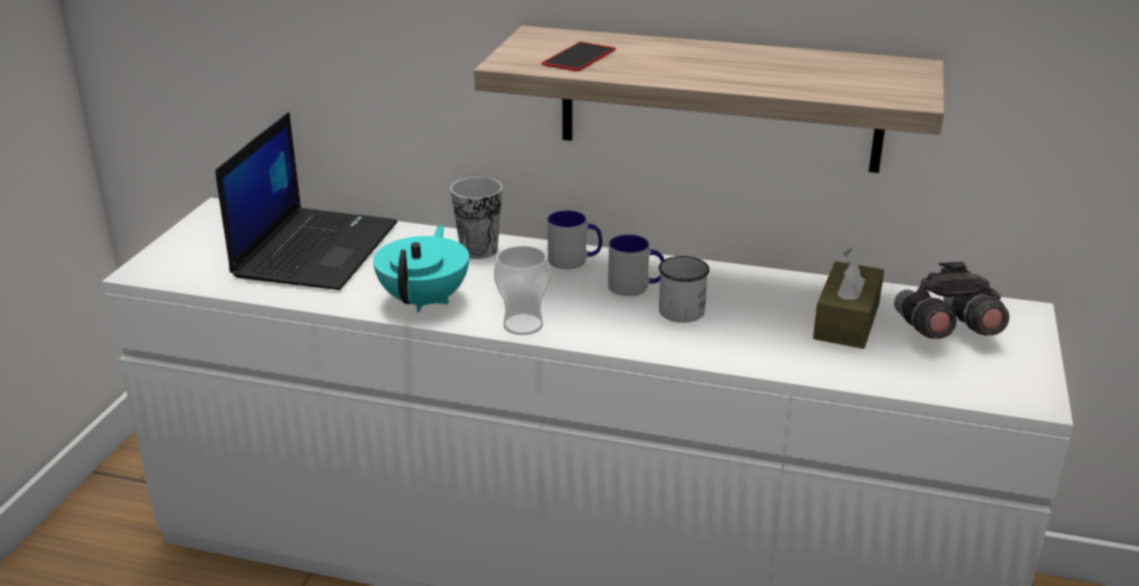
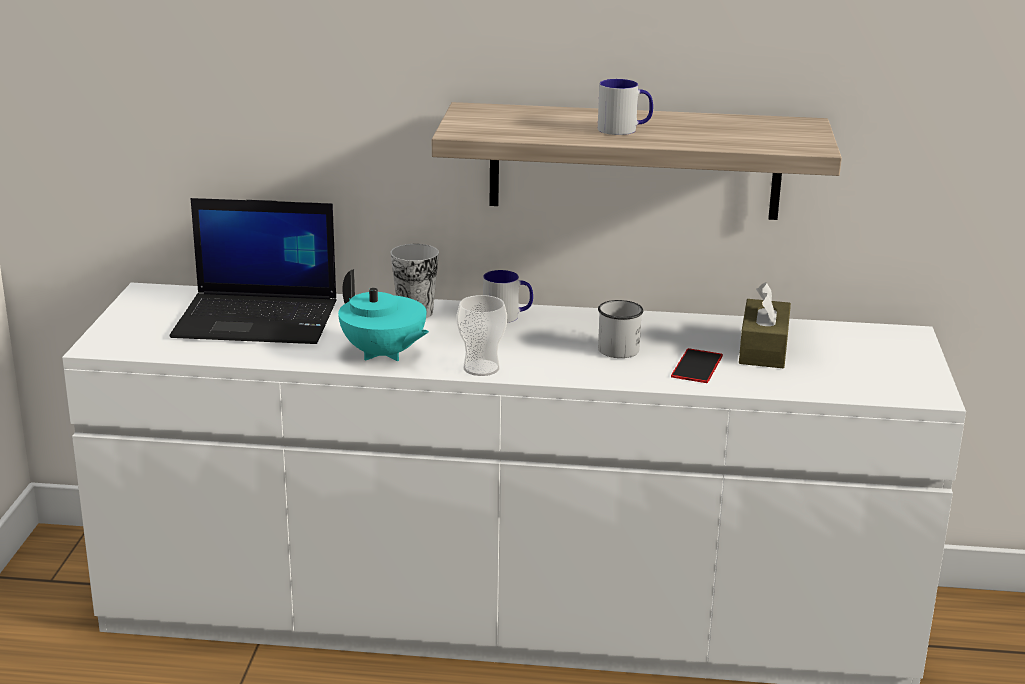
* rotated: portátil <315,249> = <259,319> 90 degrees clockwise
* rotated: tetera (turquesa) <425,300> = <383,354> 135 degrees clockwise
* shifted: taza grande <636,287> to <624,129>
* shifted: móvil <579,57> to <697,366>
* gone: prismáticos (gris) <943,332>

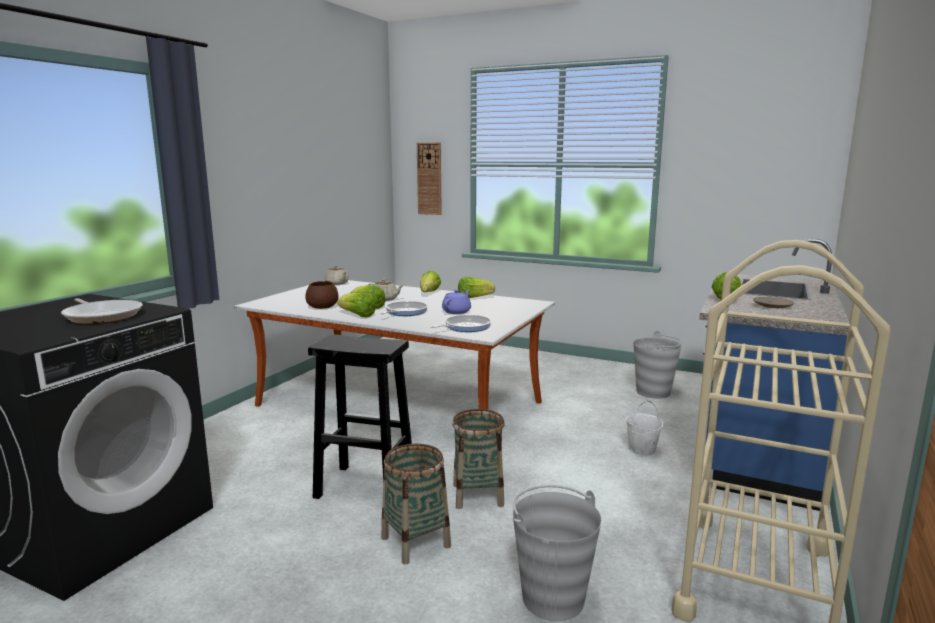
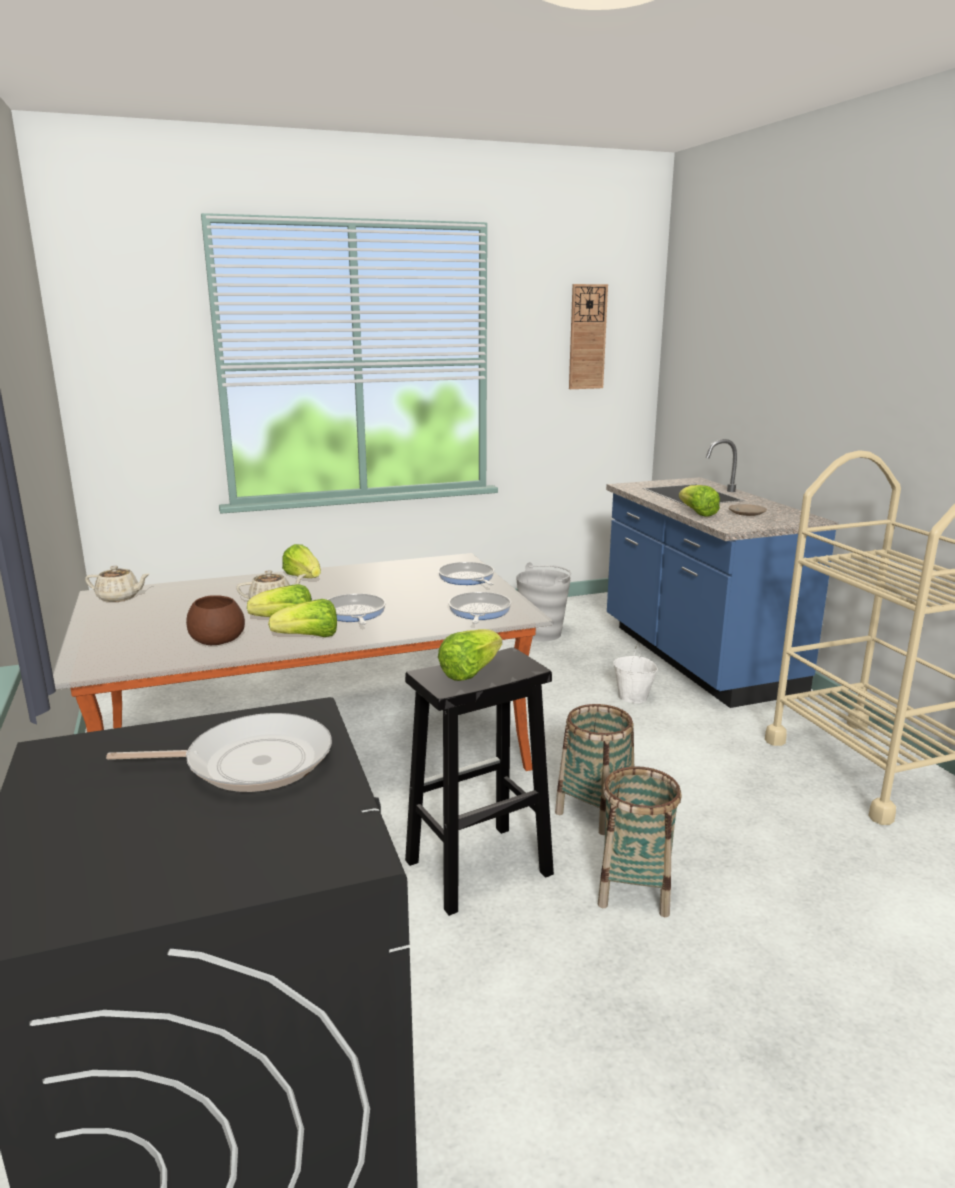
* new: sartén <467,578>
* shifted: lechuga <473,298> to <470,672>
* shifted: reloj de pared <429,179> to <587,337>
* gone: tetera (morado) <457,312>
* gone: cubo (gris) <553,598>

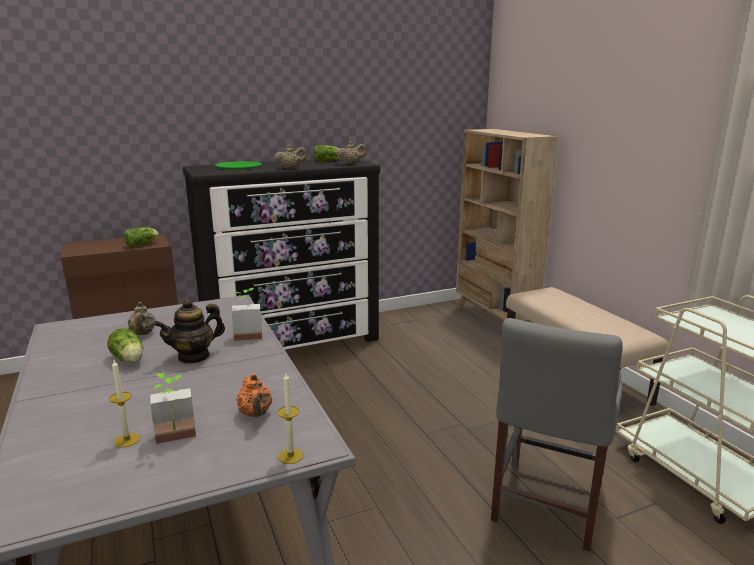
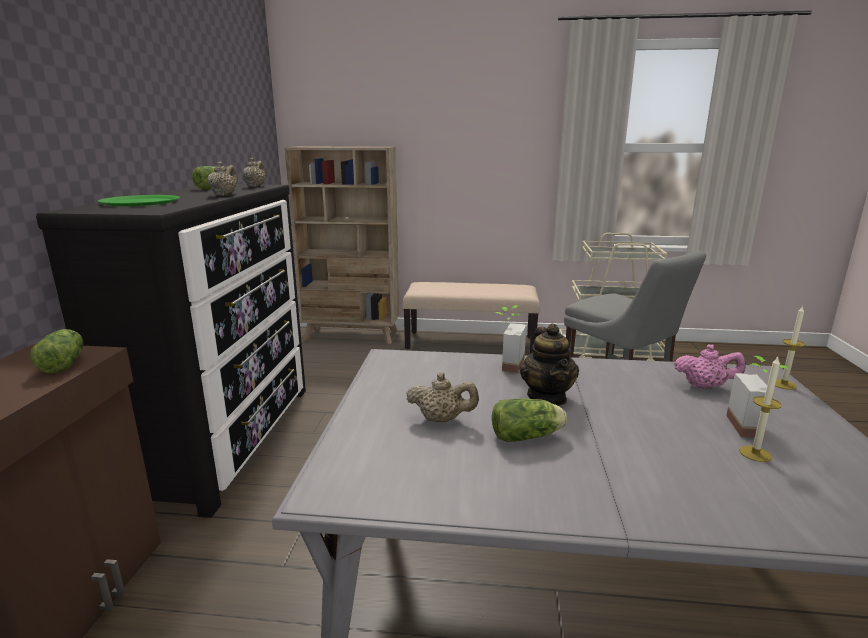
* repainted: tetera (naranja) <255,414> to tetera (rosa) <705,386>

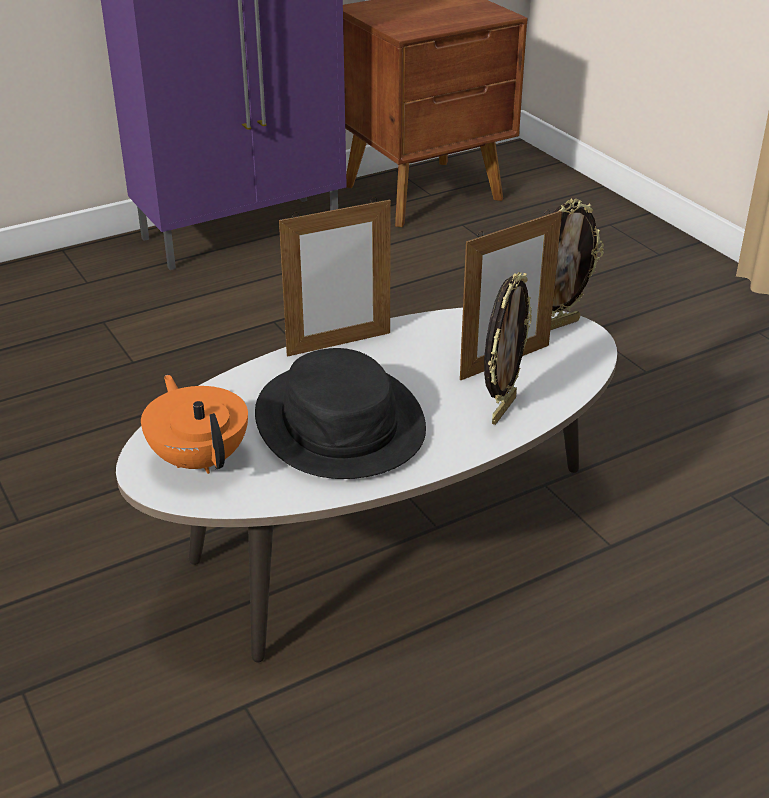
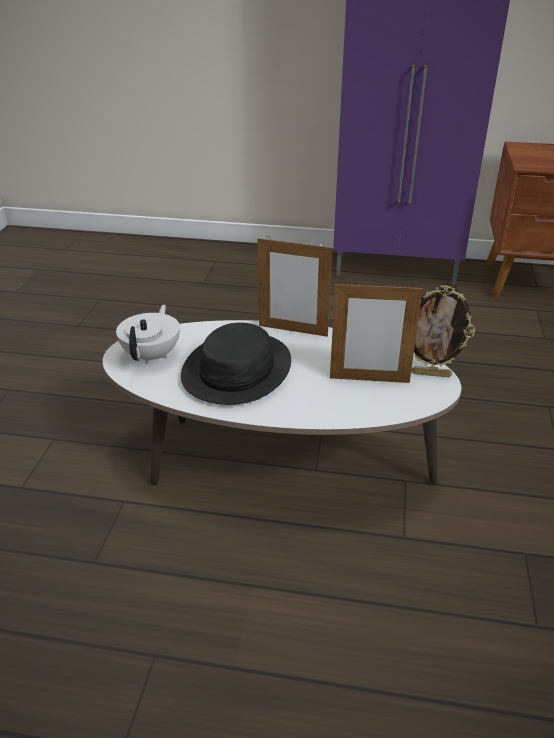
* repainted: tetera (naranja) <200,458> to tetera (blanco) <152,355>
* gone: portarretratos <502,409>

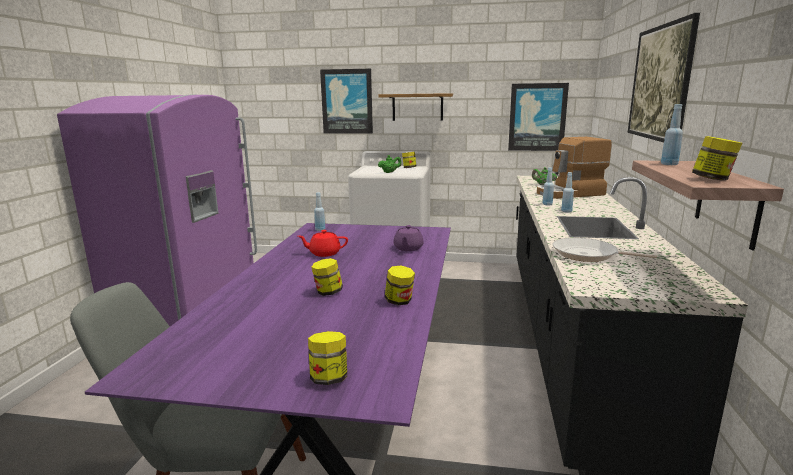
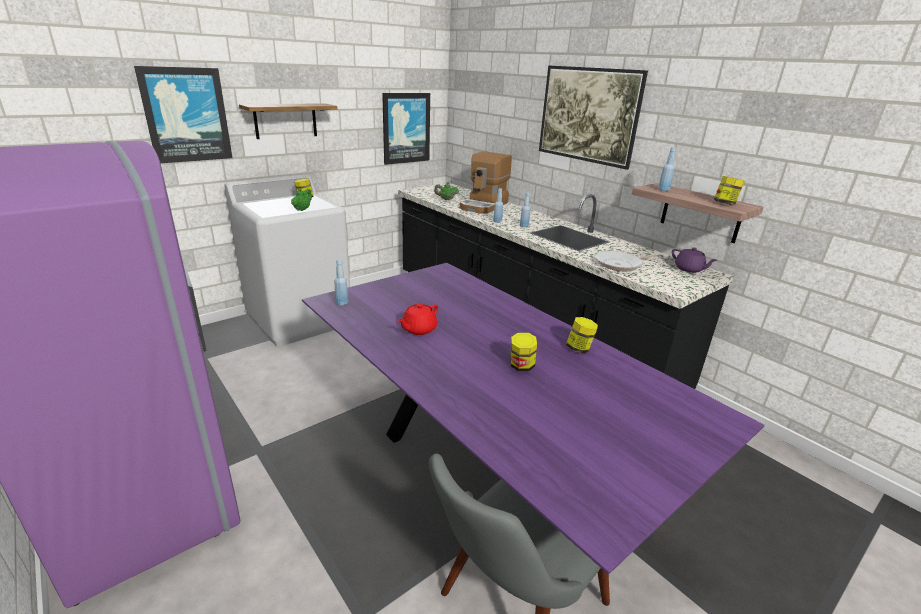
* shifted: tetera (morado) <408,248> to <689,269>
* gone: tarro <329,378>

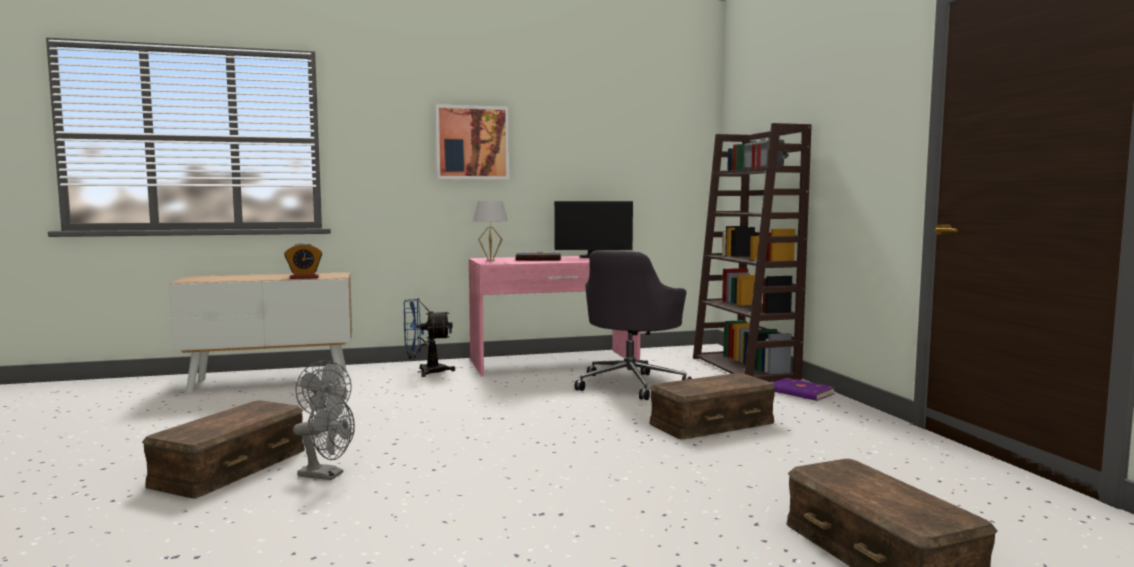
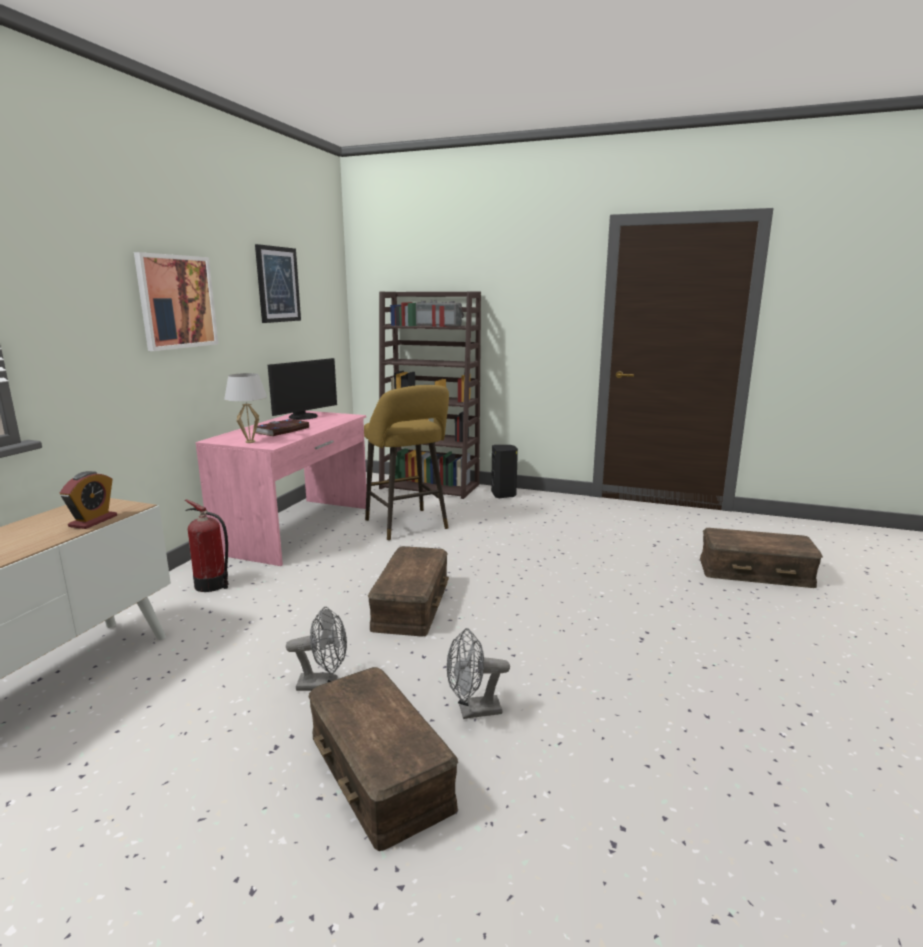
* swapped: ventilador (azul) <425,372> to extintor <213,585>
* new: cuadro <277,284>
* swapped: silla de oficina (gris) <631,384> to taburete (amarillo) <408,526>
* shifted: caja de almacenaje (marrón) <711,422> to <410,604>
* rotated: ventilador (gris) <327,475> = <473,711> 150 degrees counterclockwise
* swapped: libro (morado) <800,392> to altavoz (negro) <504,494>

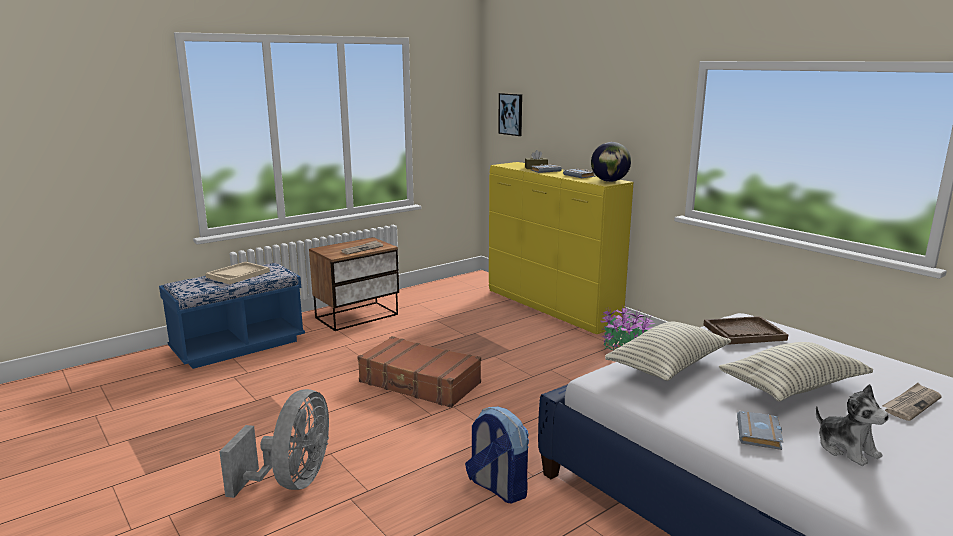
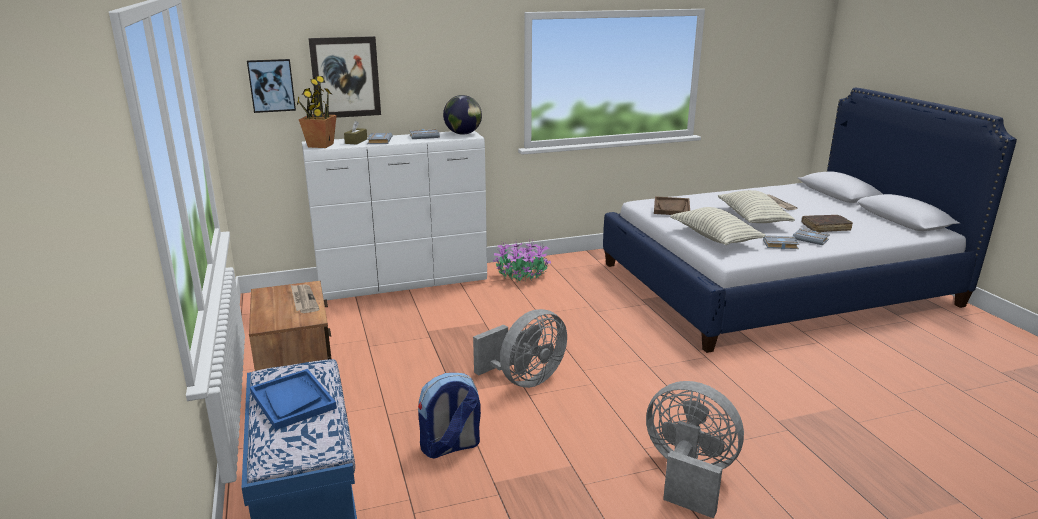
* repainted: bandeja (beis) <238,274> to bandeja (azul) <292,400>
* new: planta en maceta <320,145>
* repainted: cómoda (amarillo) <551,308> to cómoda (blanco) <405,284>
* new: cuadro <345,77>
* shifted: mochila <497,487> to <450,447>
* swapped: maleta (marrón) <419,383> to ventilador (gris) <524,380>
* new: libro (gris) <779,245>
* swapped: peluche <846,449> to libro (marrón) <825,227>

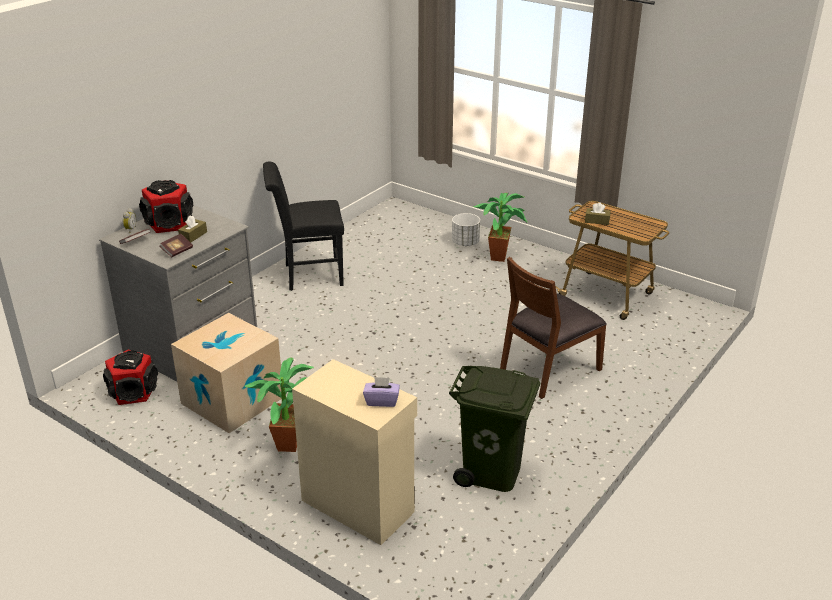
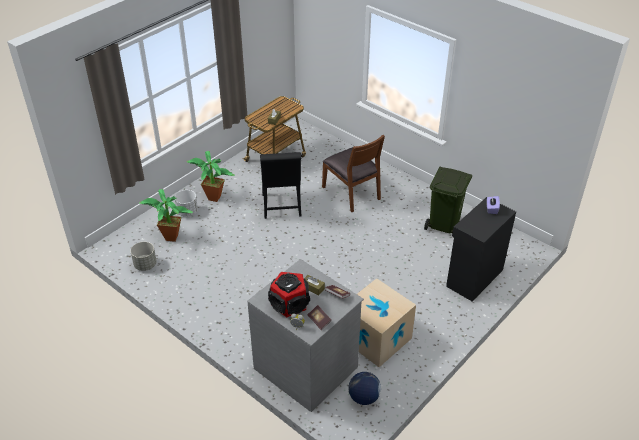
* new: maceta (gris) <145,265>
* shifted: planta en maceta <291,442> to <169,236>
* shifted: silla (negro) <308,275> to <282,208>
* swapped: altavoz <133,392> to globo terráqueo <364,398>
* repainted: armario (beis) <358,504> to armario (negro) <473,278>

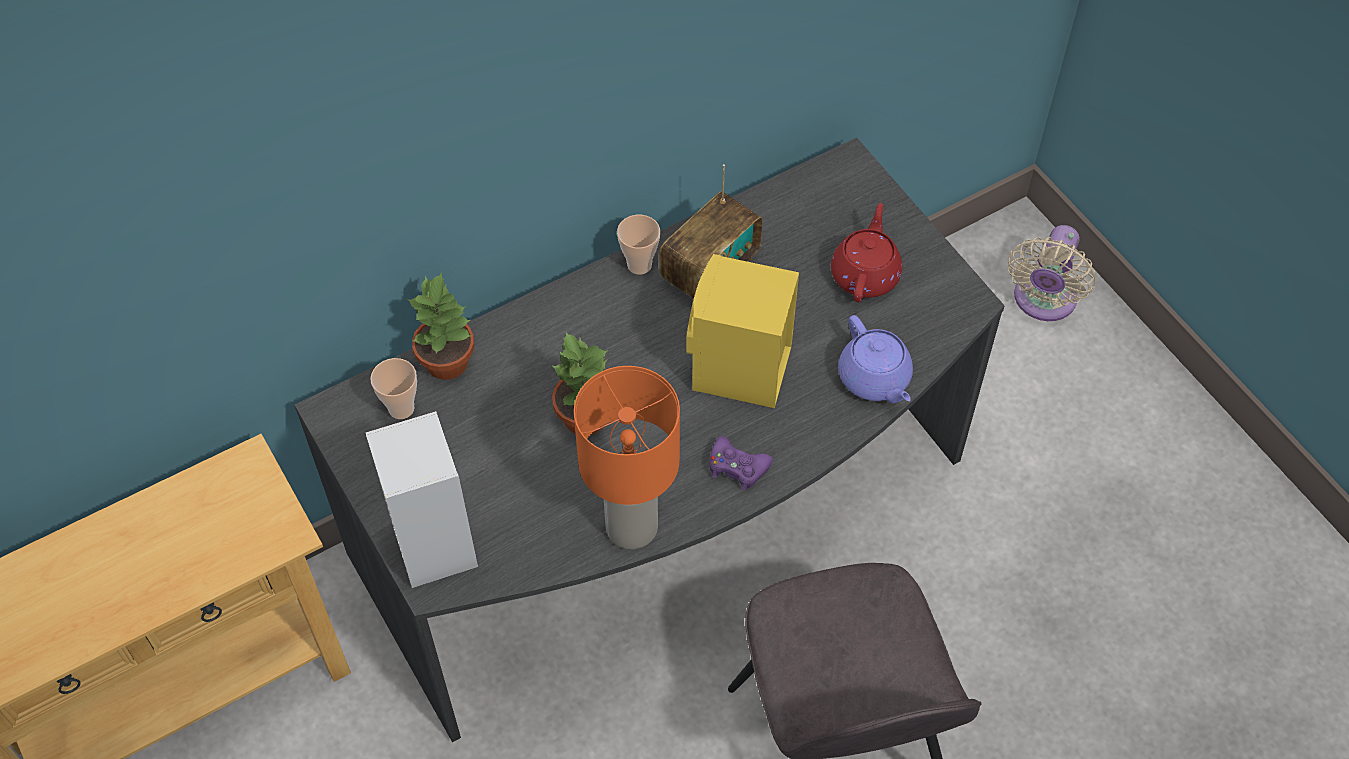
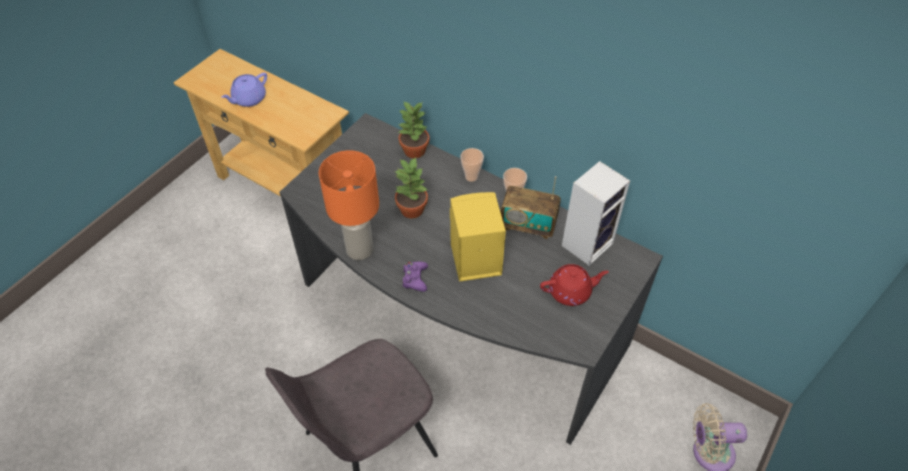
* shifted: tetera (morado) <875,379> to <248,99>
* shifted: taza <401,408> to <471,176>
* shifted: altavoz <432,543> to <587,243>

